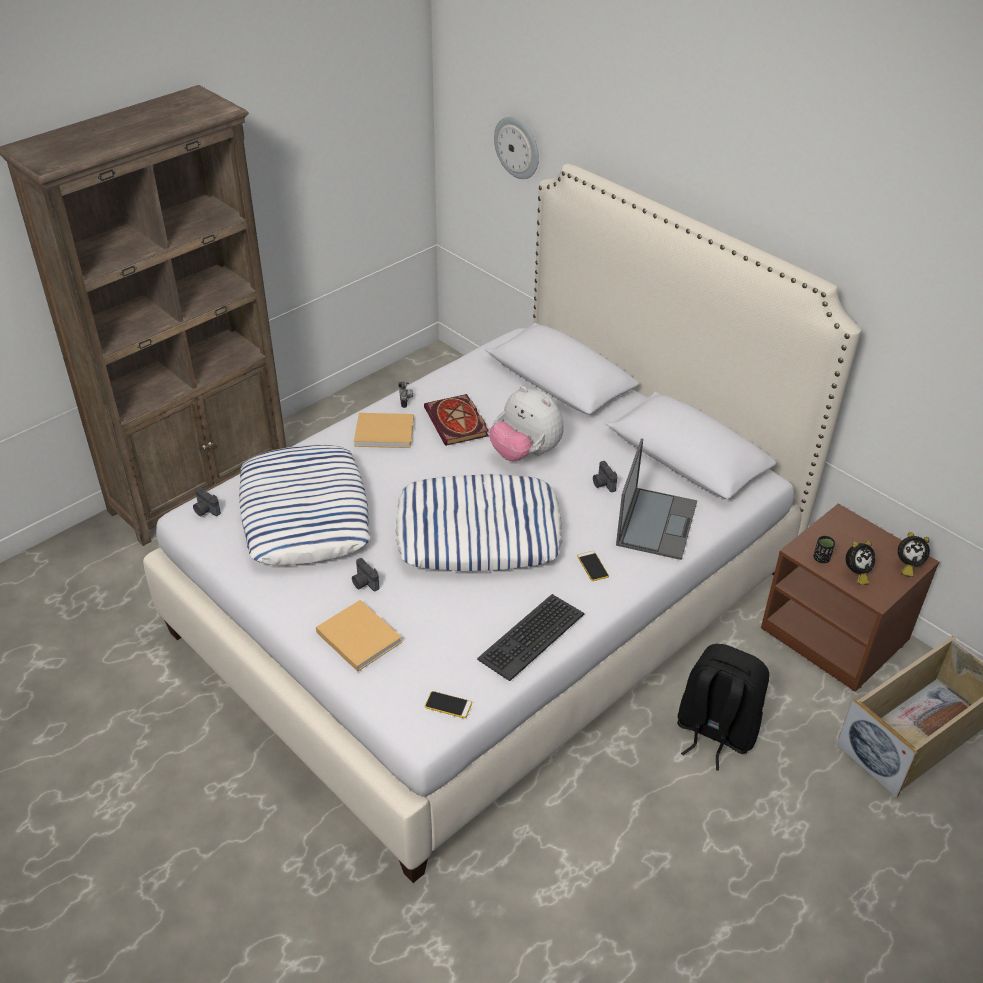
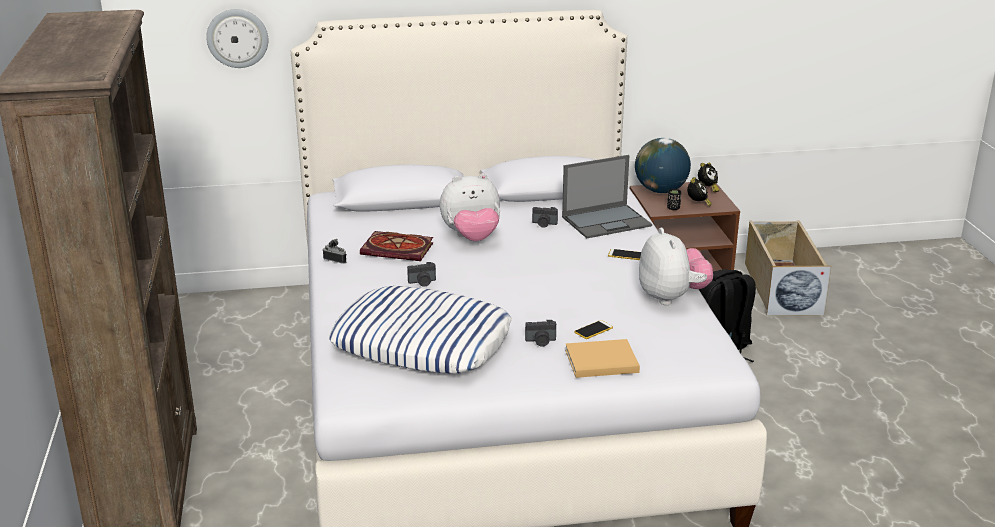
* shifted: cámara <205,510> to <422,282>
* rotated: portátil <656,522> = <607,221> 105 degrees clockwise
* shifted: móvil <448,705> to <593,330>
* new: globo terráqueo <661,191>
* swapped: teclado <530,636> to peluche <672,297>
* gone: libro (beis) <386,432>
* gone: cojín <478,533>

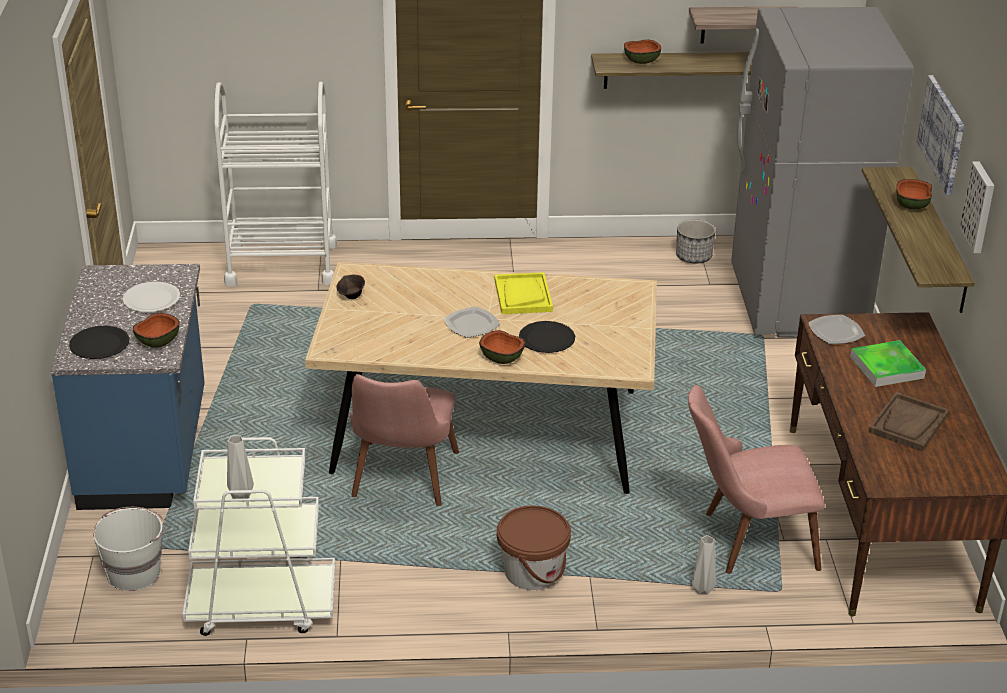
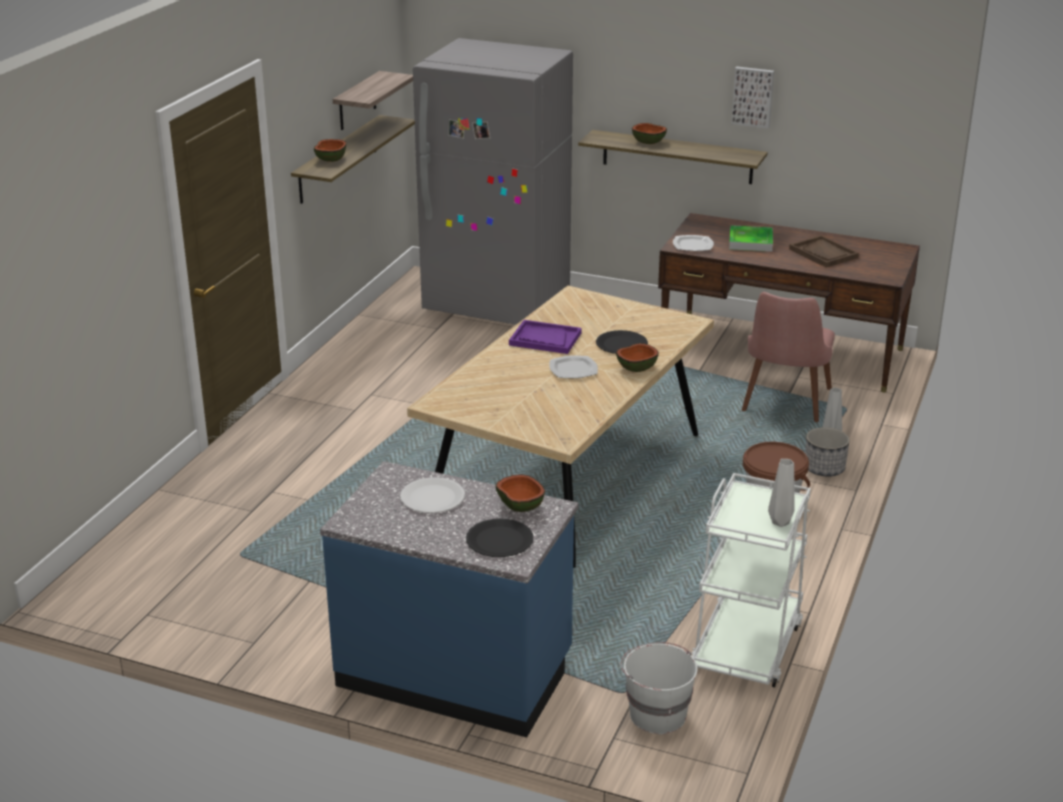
* repainted: bandeja (amarillo) <523,295> to bandeja (morado) <545,339>
* shifted: maceta <694,256> to <824,468>
* gone: carrito (blanco) <281,264>
* gone: cuenco (marrón) <351,296>
* gone: silla (rosa) <402,484>
* gone: cuadro <942,134>

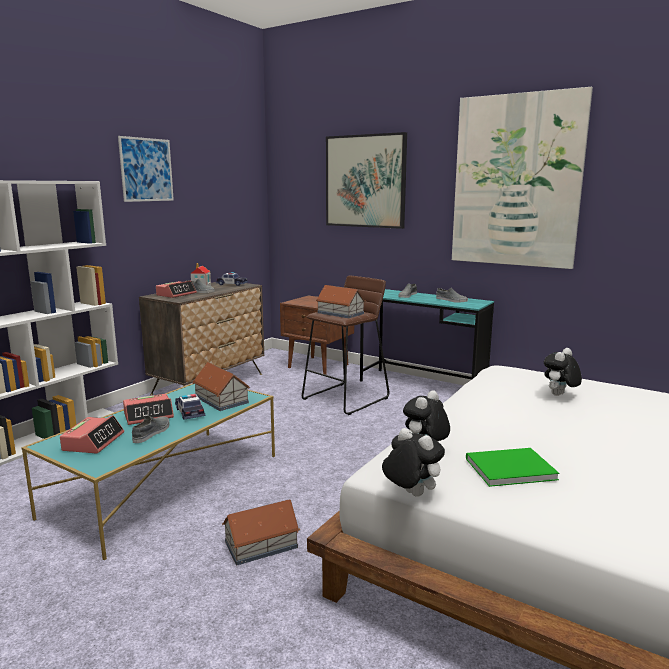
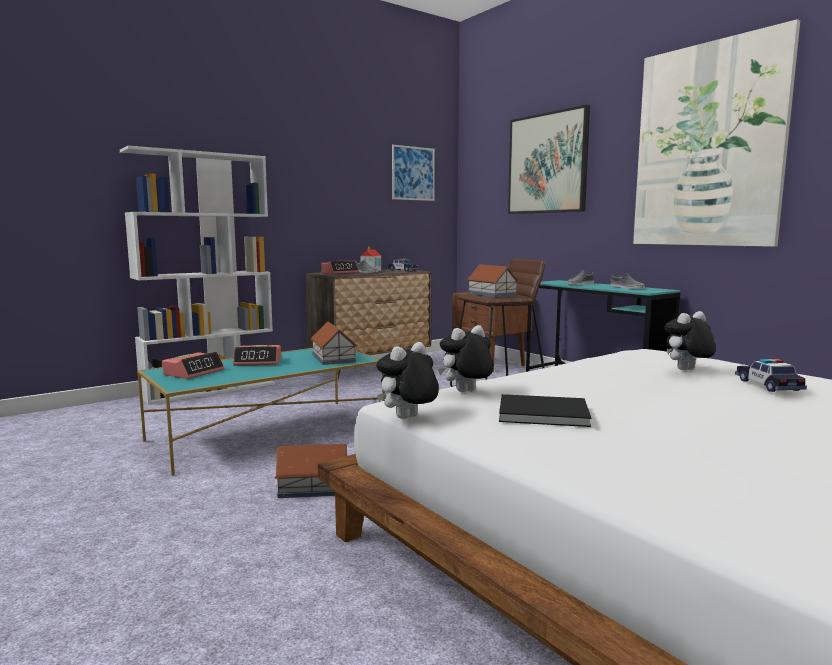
* rotated: peluche <410,494> = <408,419> 105 degrees counterclockwise
* shifted: cuadro <146,170> to <413,173>
* repainted: libro (verde) <507,468> to libro (negro) <540,412>
* shifted: coche de juguete <190,412> to <768,385>
* gone: zapato (gris) <152,433>

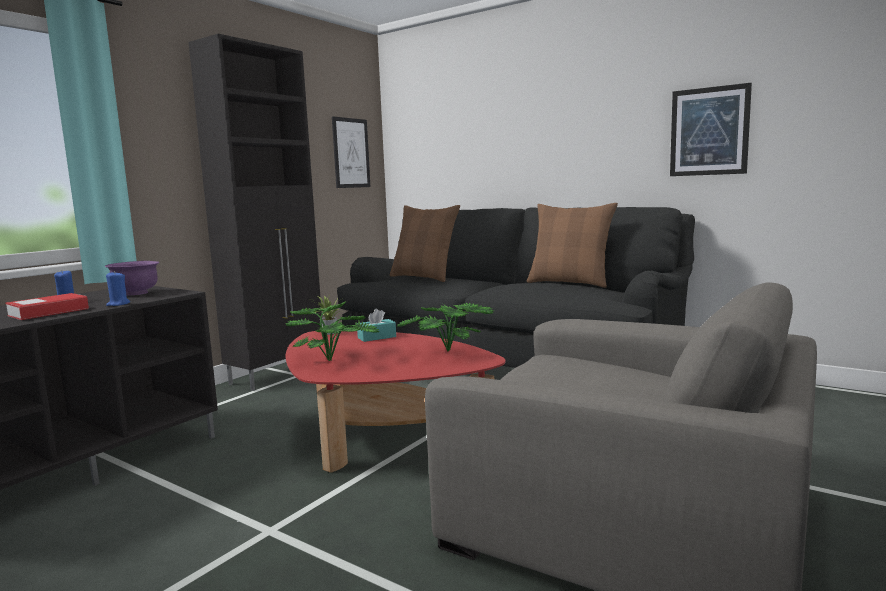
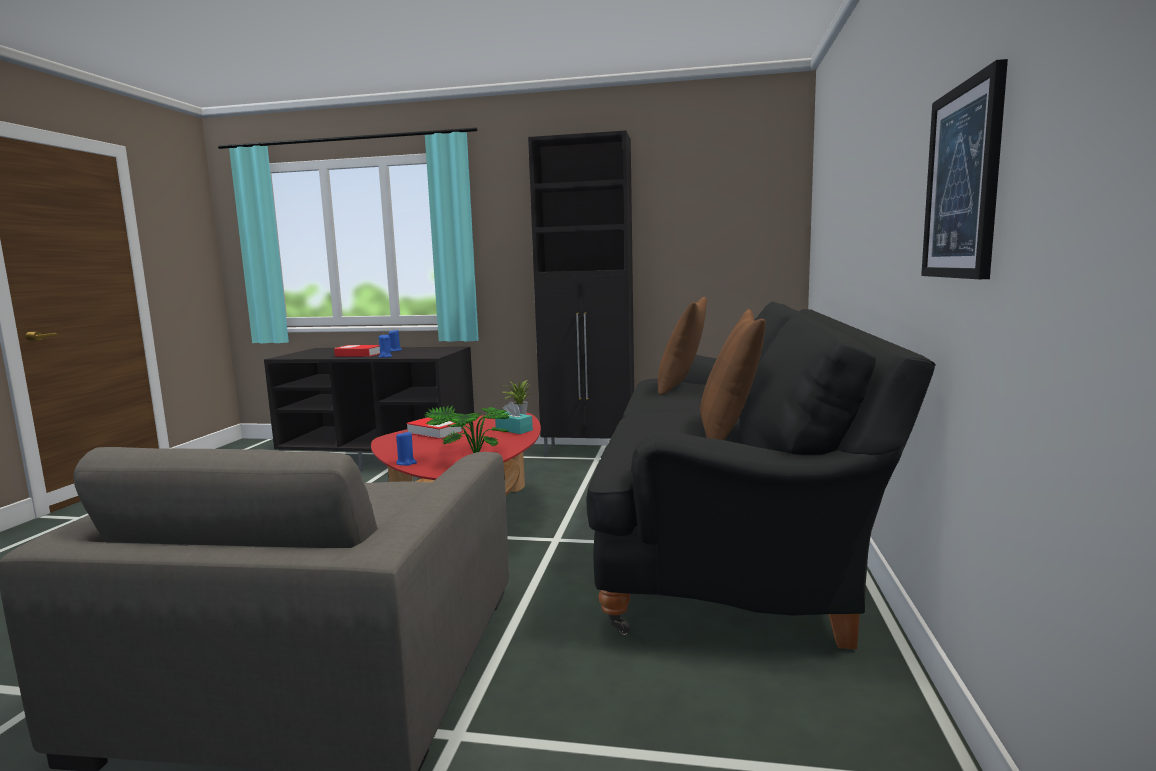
* new: vela (azul) <406,463>
* swapped: planta en maceta <332,359> to libro <434,432>
* gone: cuenco (morado) <136,293>
* gone: cuadro <351,153>

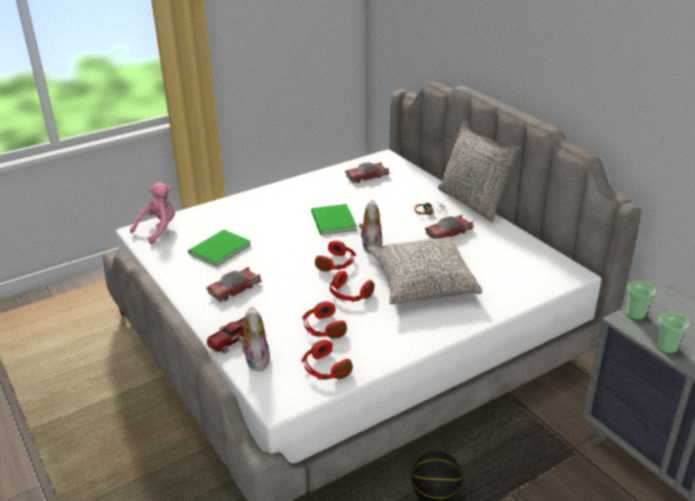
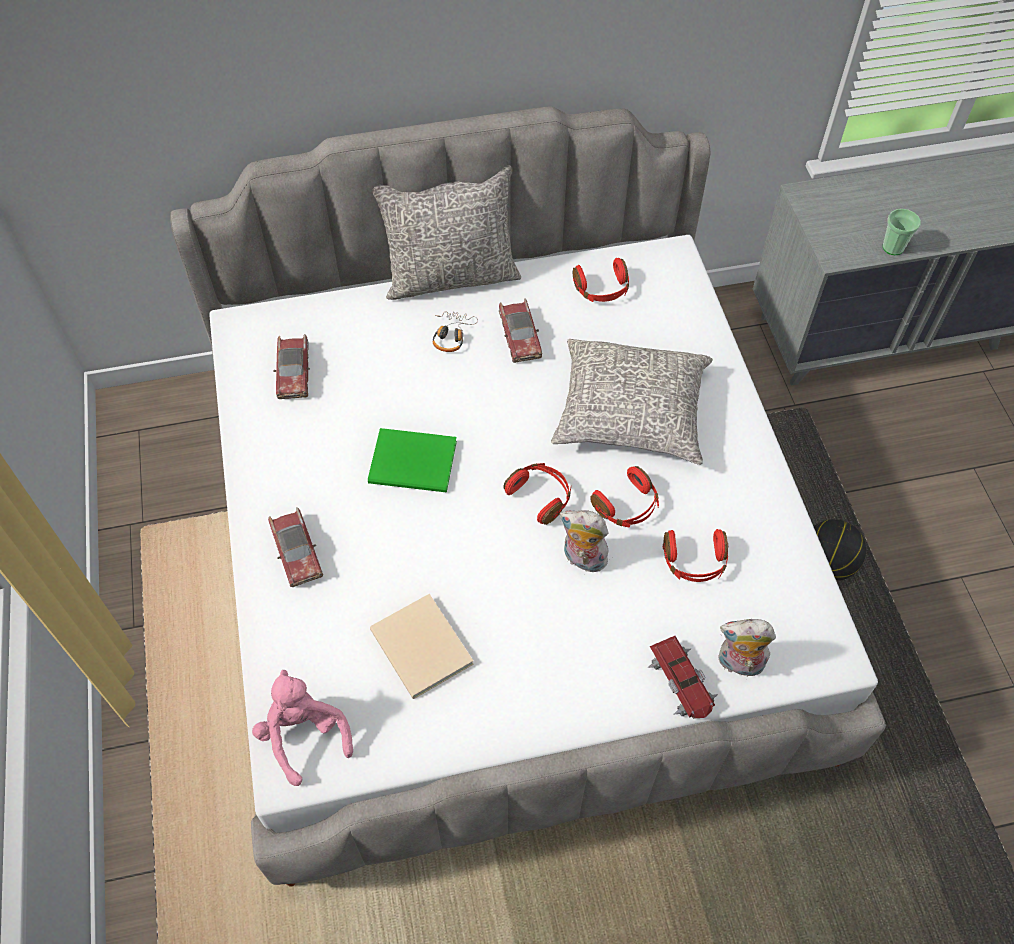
* shifted: coche de juguete <234,289> to <296,552>
* repainted: libro (verde) <217,249> to libro (beis) <421,650>
* shifted: peluche <370,246> to <582,559>
* shifted: auriculares (rojo) <325,369> to <602,289>
* gone: taza <635,314>

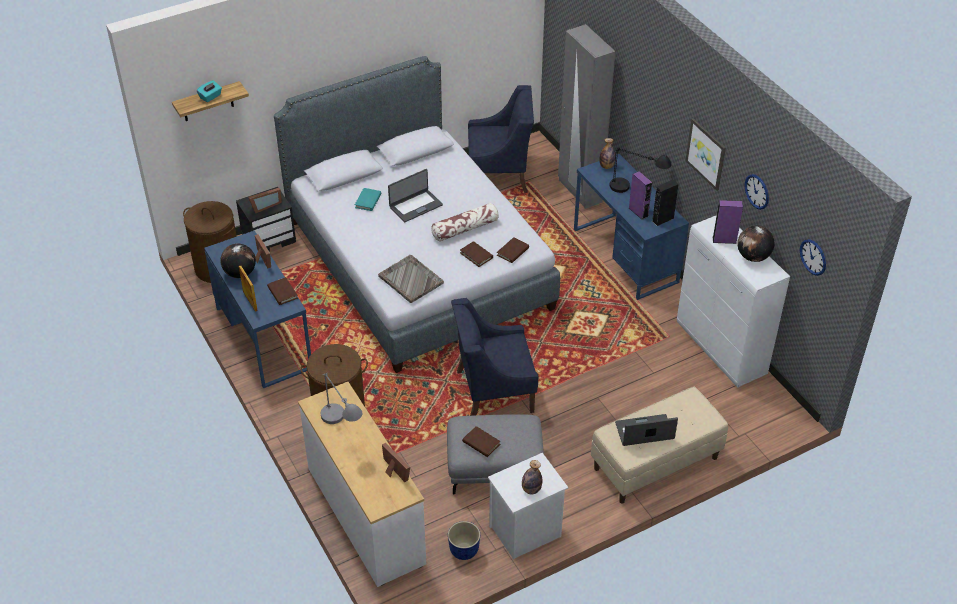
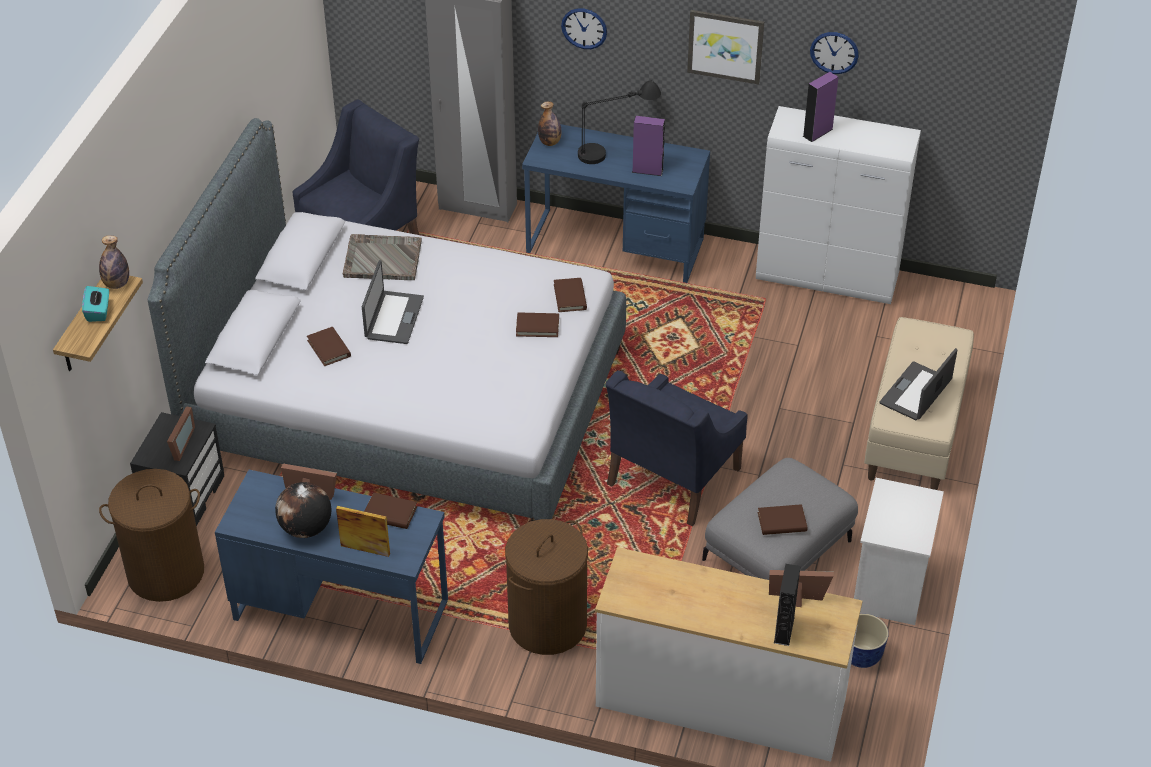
* shifted: botella <531,489> to <116,284>
* repainted: libro (turquesa) <368,201> to libro (marrón) <329,348>
* shifted: bandeja (gris) <410,279> to <381,259>
* shifted: reloj de pared <813,257> to <584,28>
* shifted: altavoz (negro) <663,219> to <784,629>
* gone: lámpara de mesa (gris) <342,429>
* gone: cojín <465,229>
* gone: globo terráqueo <753,257>

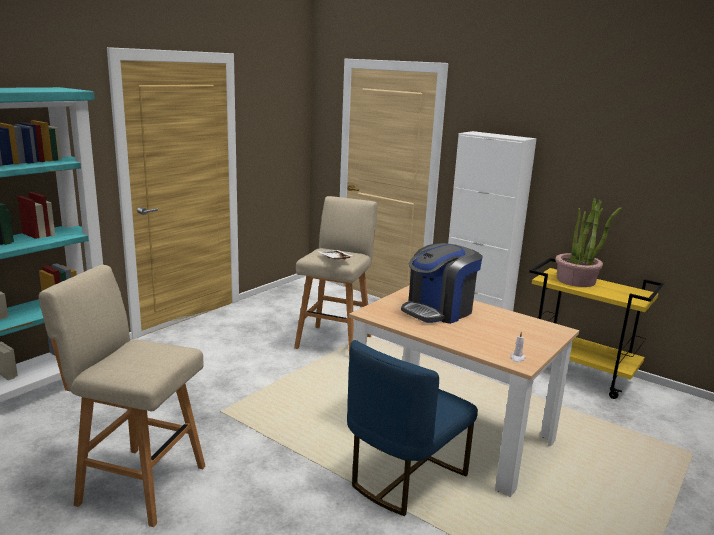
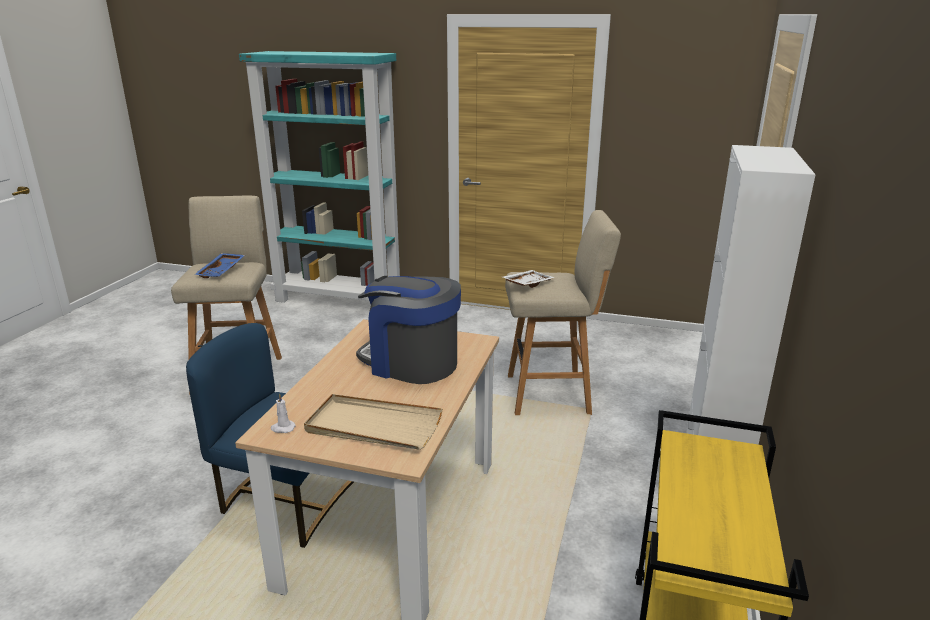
* new: bandeja (azul) <222,271>
* new: bandeja (beis) <373,426>
* gone: planta en maceta <576,280>

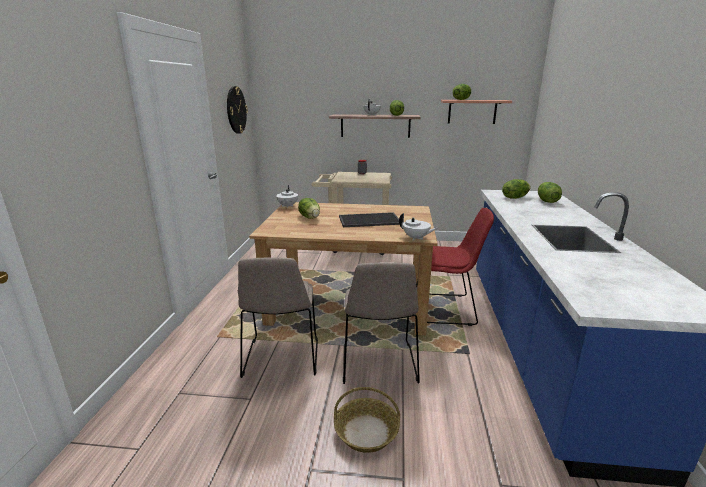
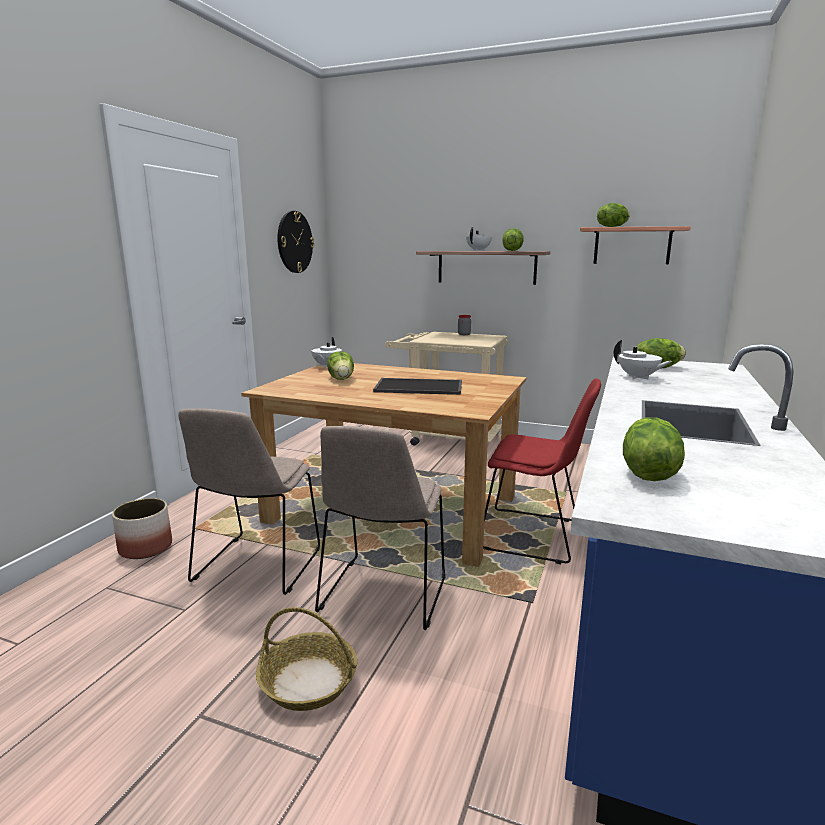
* new: maceta <146,547>
* shifted: tetera (blanco) <416,238> to <638,377>
* shifted: lechuga <546,201> to <647,473>

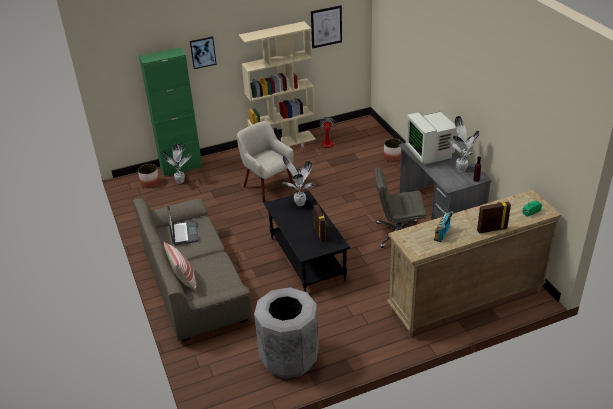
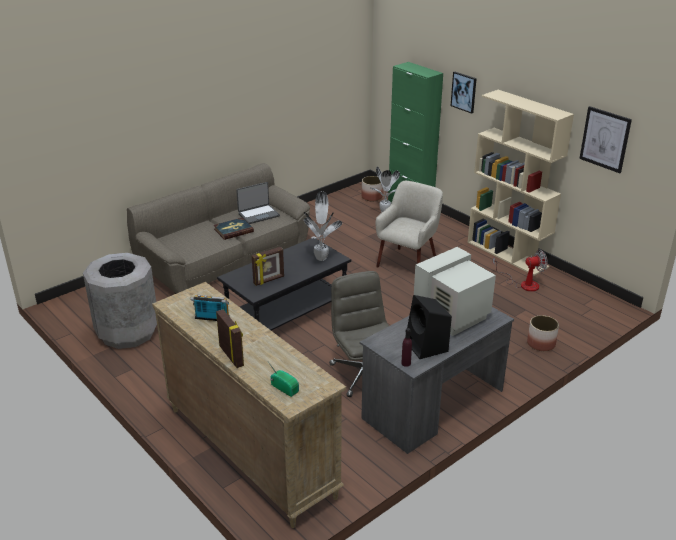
* new: libro <233,230>
* swapped: planta en maceta <460,169> to altavoz (negro) <427,347>
* gone: cojín <184,280>

